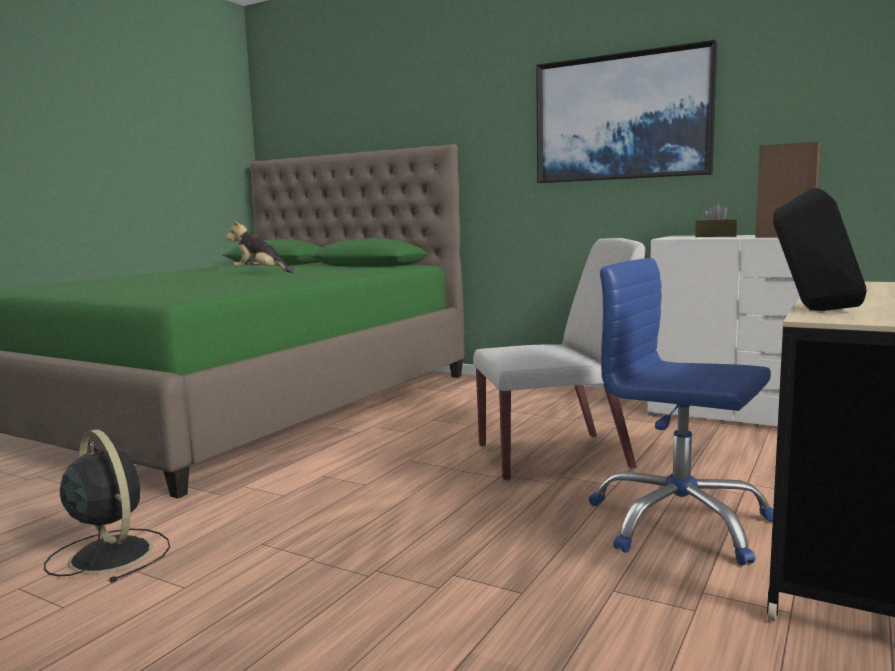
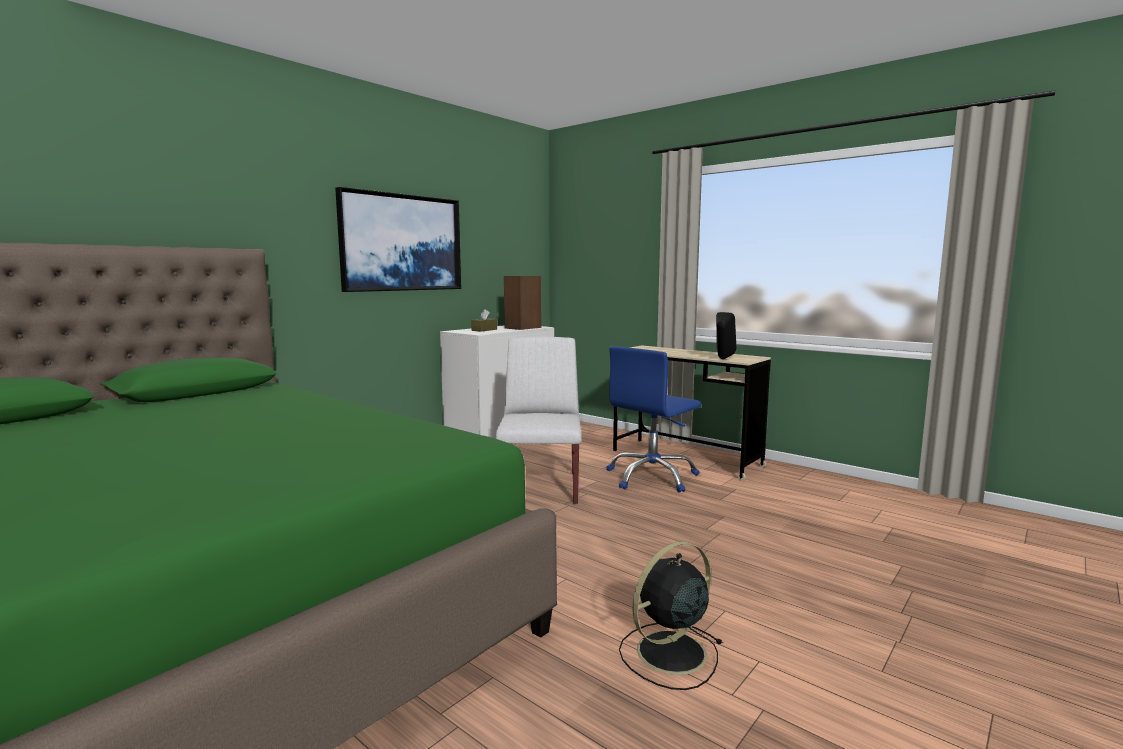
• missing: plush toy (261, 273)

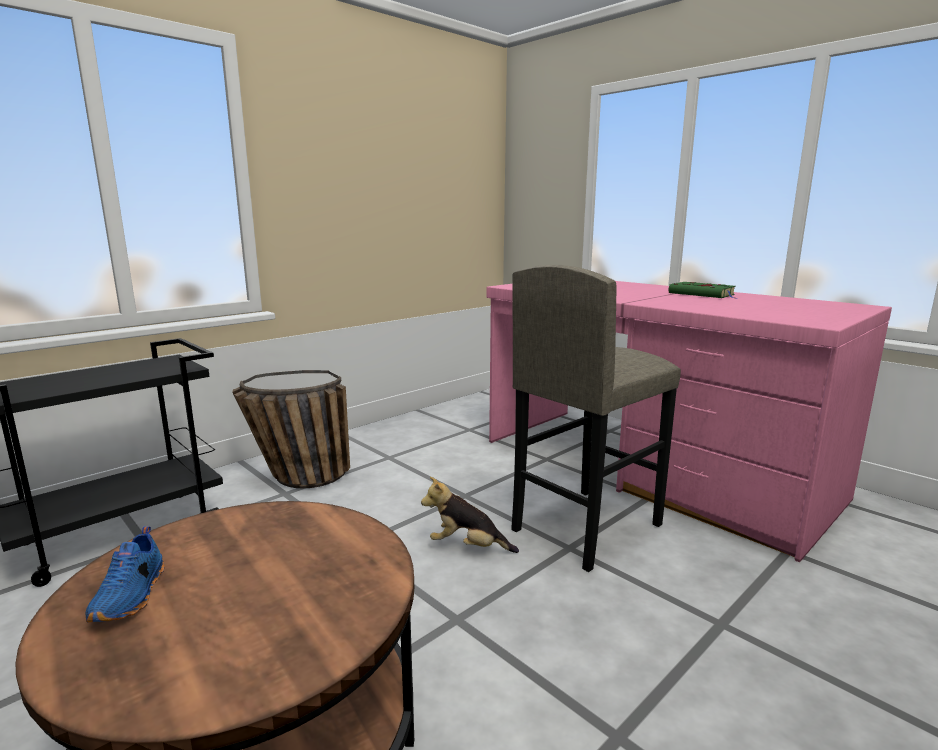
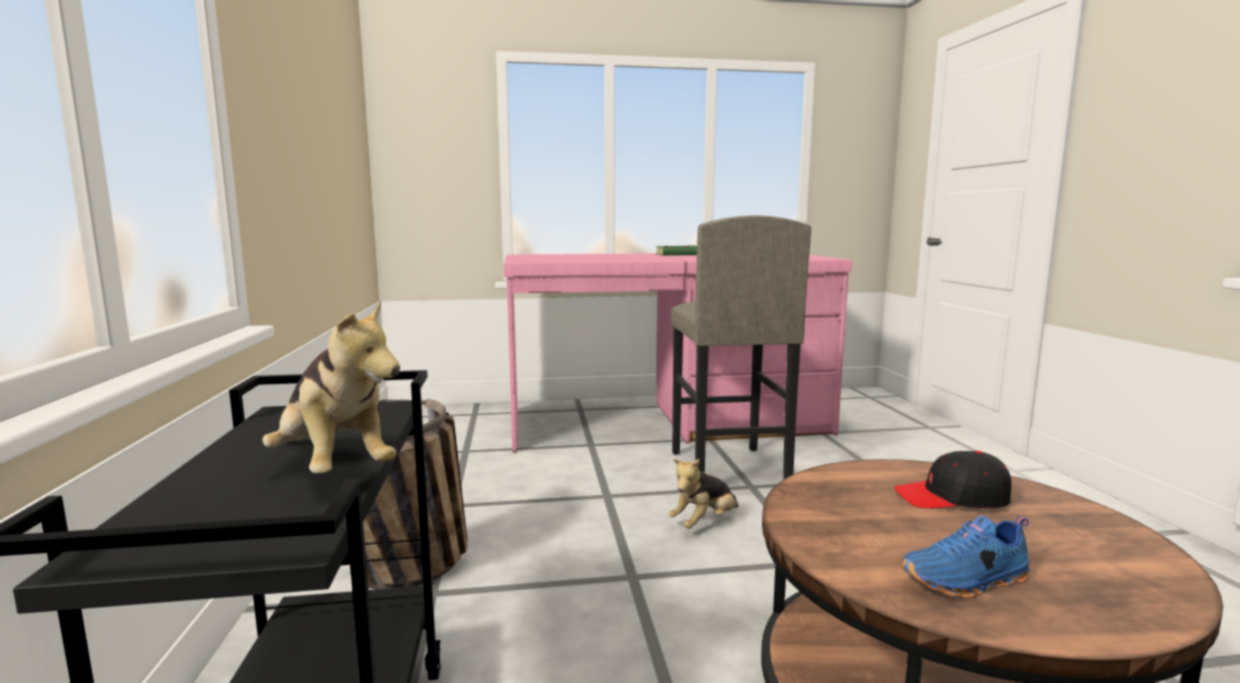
• appeared: plush toy (333, 468)
• appeared: cap (black) (952, 498)
• spun: shoe (blue) (132, 596) = (967, 581) 135 degrees clockwise

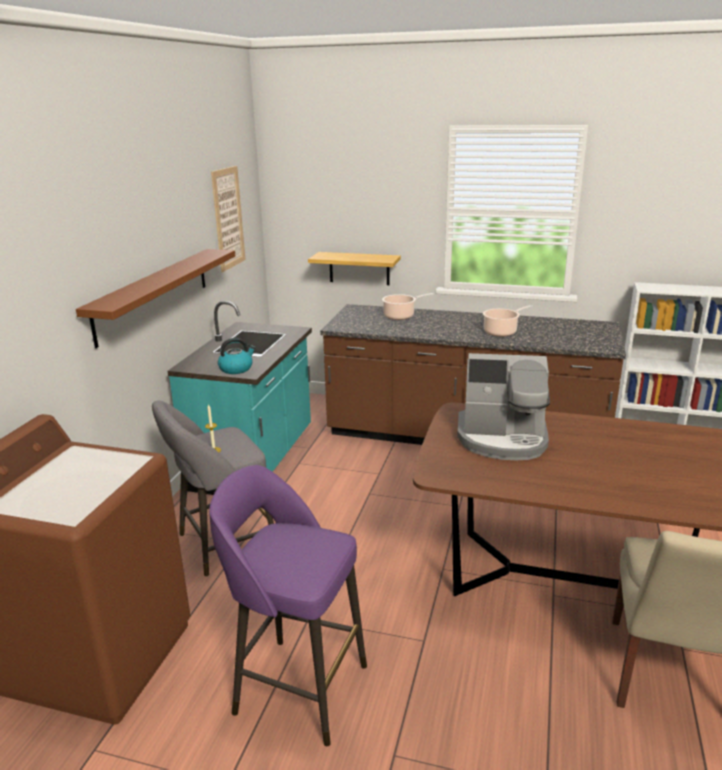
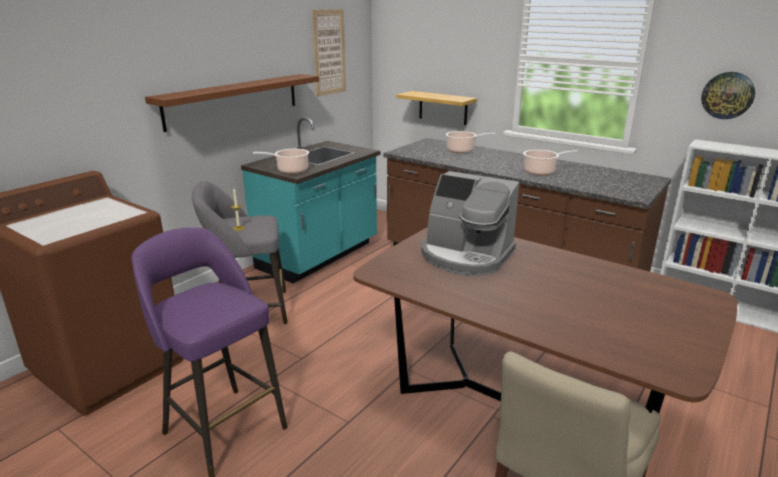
• exchanged: kettle (236, 368) to cooking pot (290, 170)
• appeared: wall clock (727, 95)

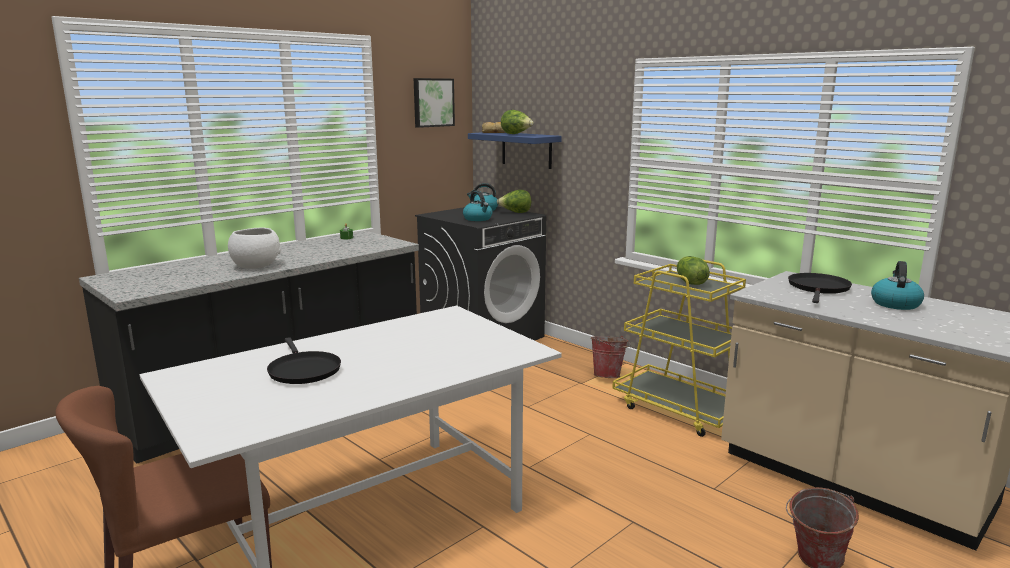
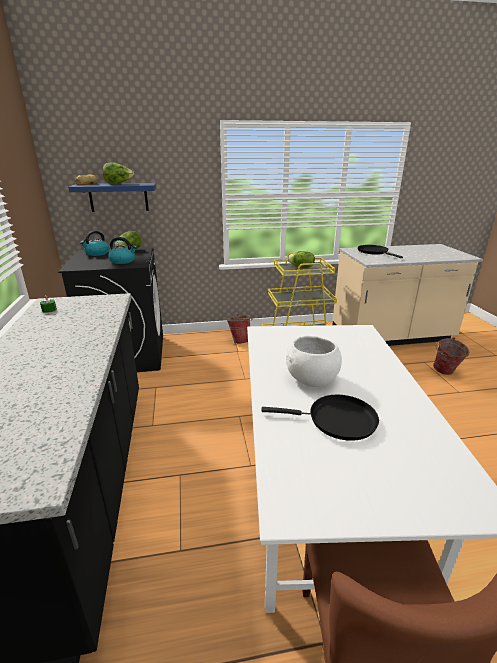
• relocated: bowl (white) (255, 266) to (310, 379)
• missing: picture (432, 102)
• missing: kettle (895, 304)

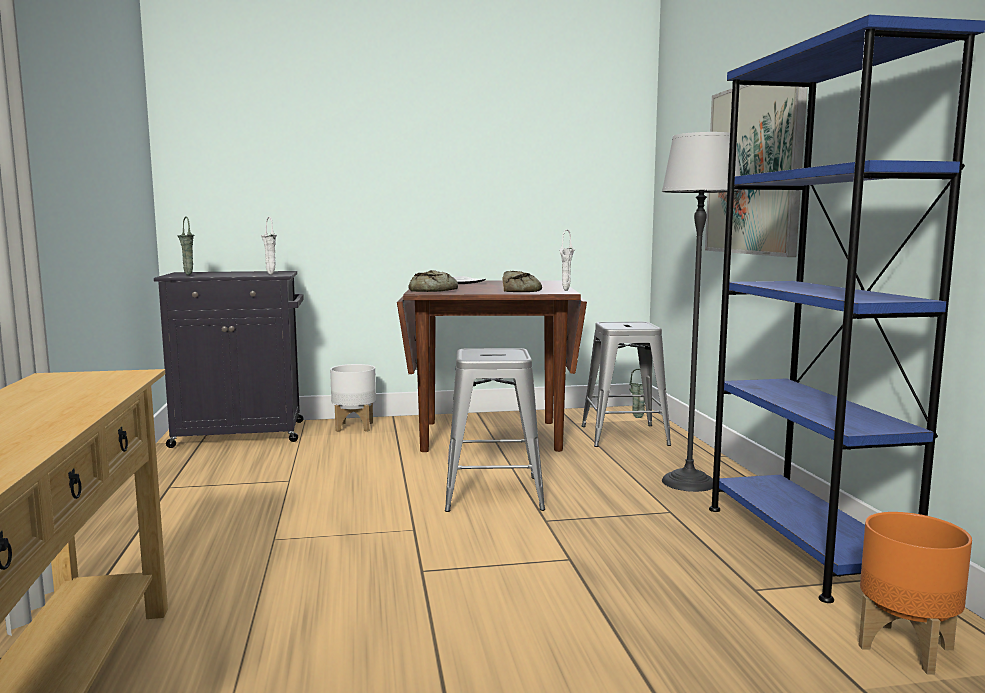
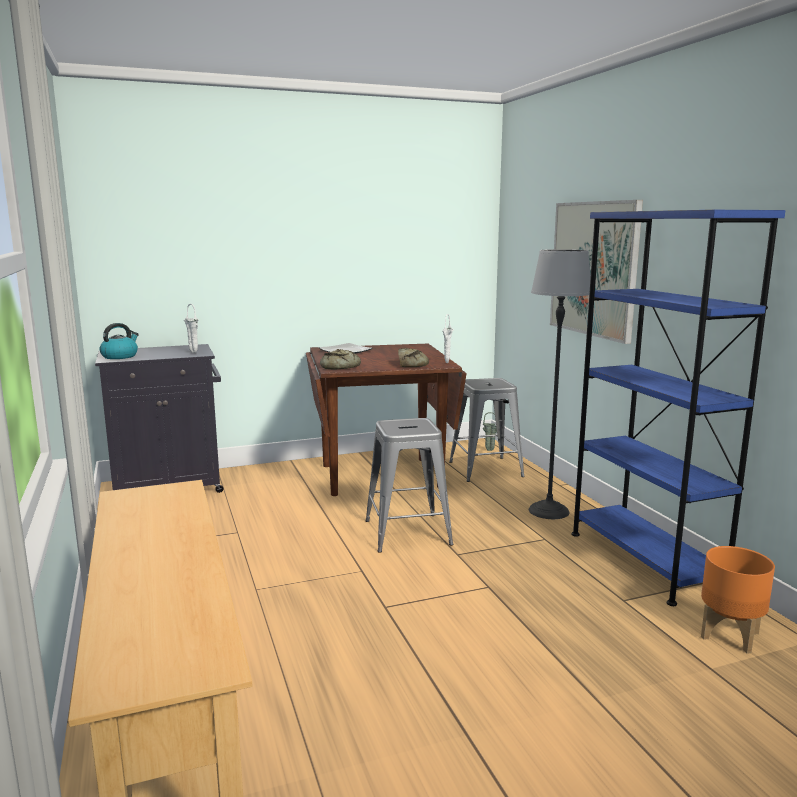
• exchanged: vase (green) (187, 275) to kettle (120, 356)
• missing: planter (white) (354, 427)

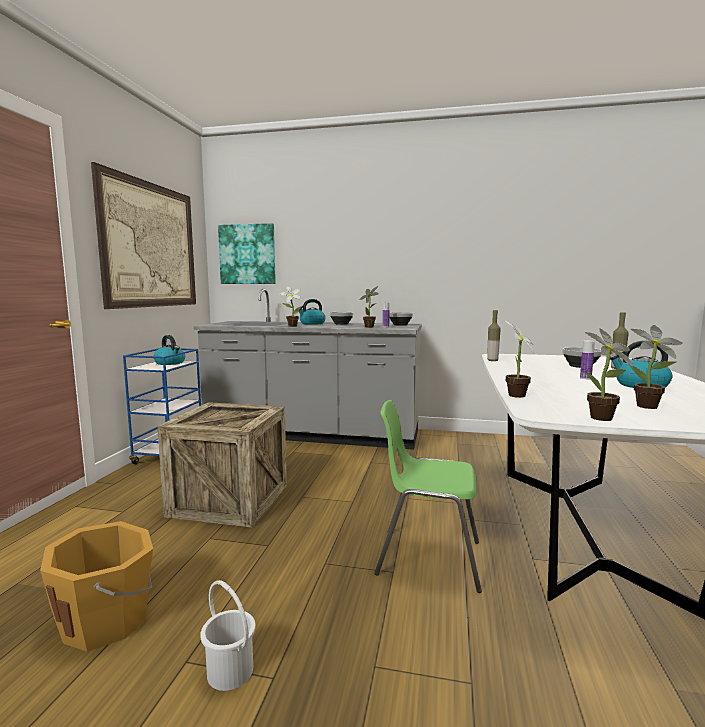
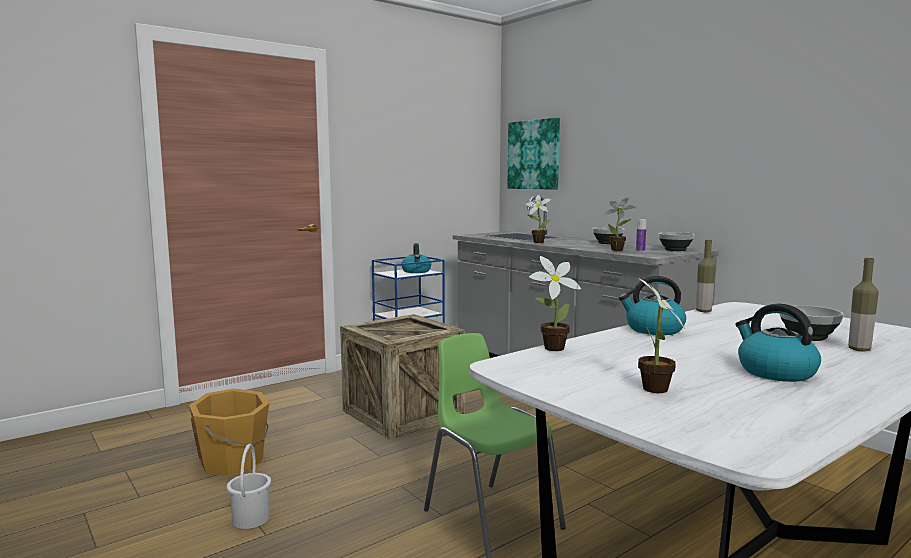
• relocated: kettle (312, 323) to (653, 329)
• missing: picture (151, 245)
• missing: bottle (585, 378)
• missing: potted plant (602, 419)

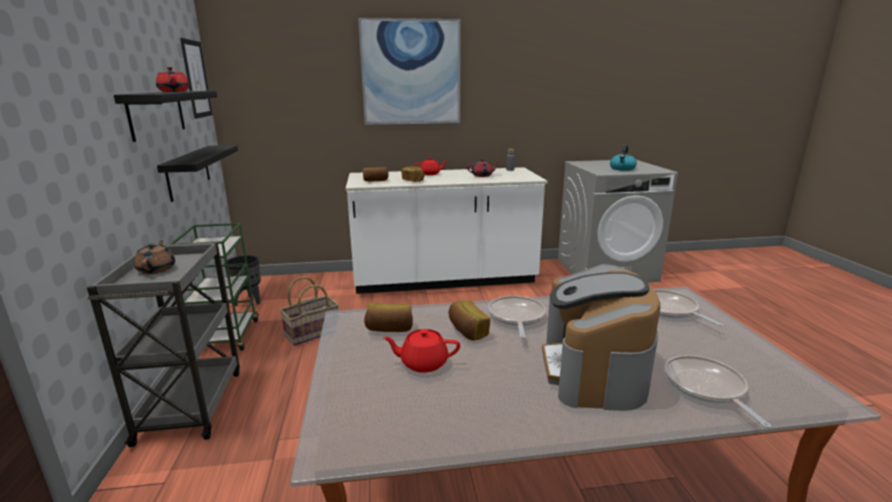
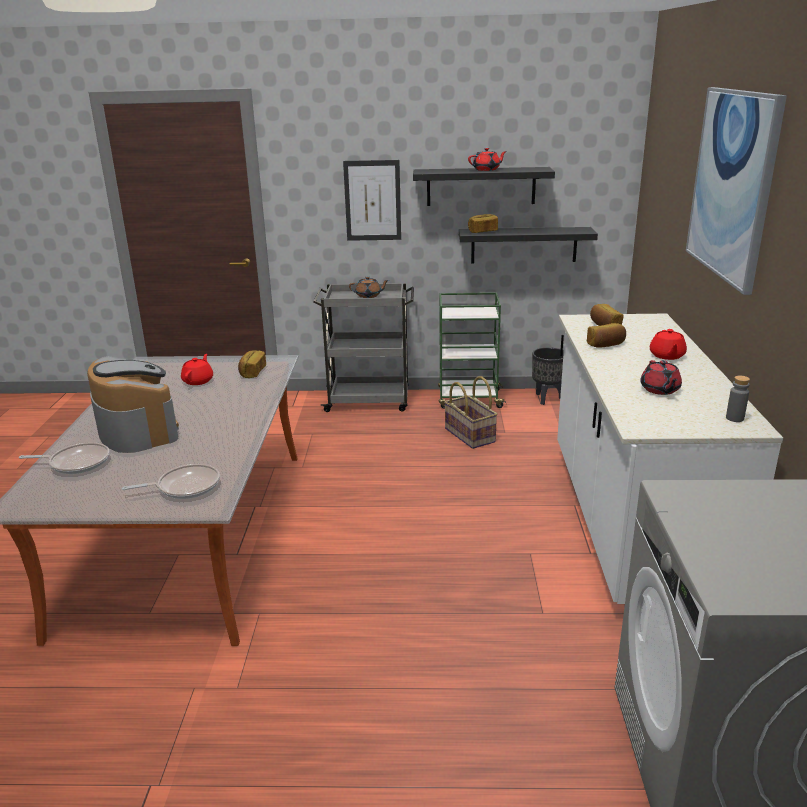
• spun: coffee machine (593, 369) = (137, 430) 45 degrees clockwise
• relocated: picture (196, 79) to (372, 200)
• relocated: bread (467, 331) to (483, 231)
• missing: frying pan (516, 317)
• missing: kettle (622, 169)

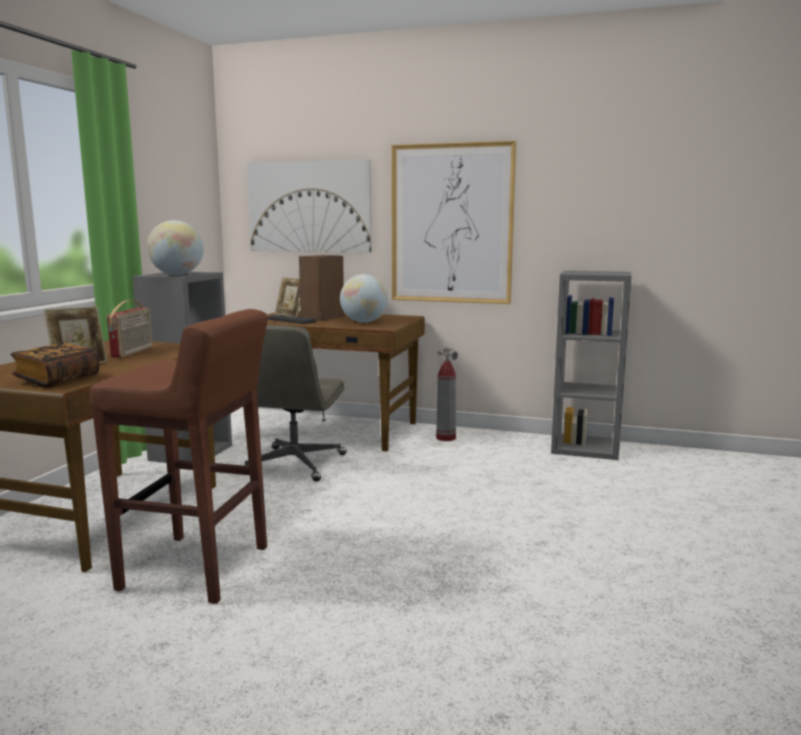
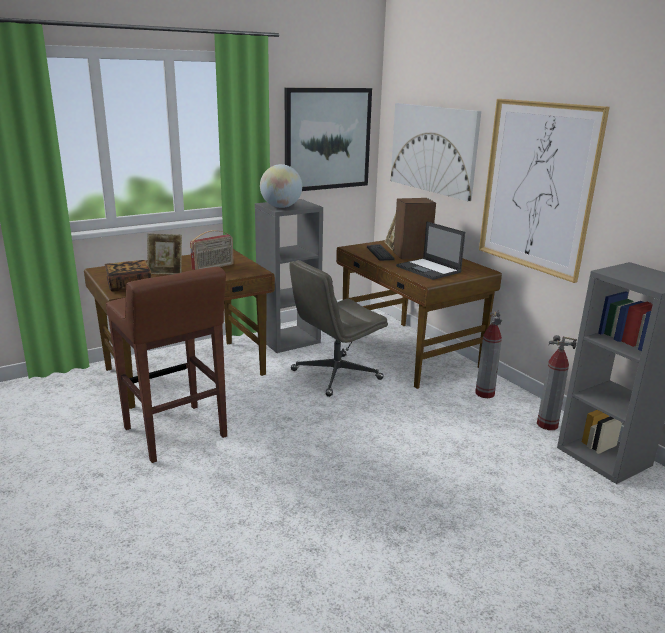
• appeared: picture (327, 139)
• exchanged: globe (364, 322) to laptop (429, 269)
• appeared: fire extinguisher (547, 424)

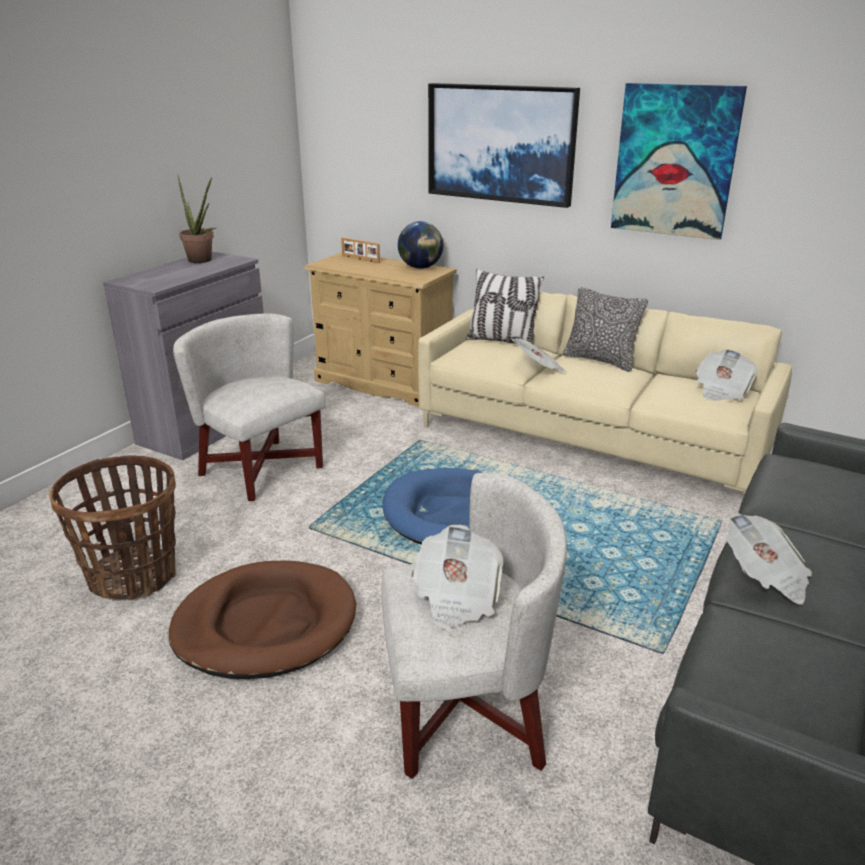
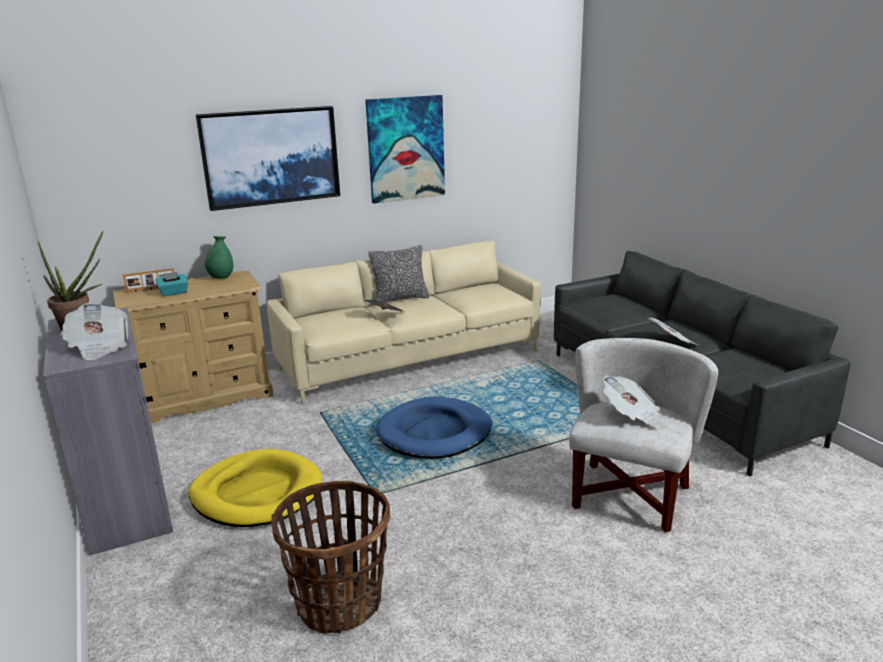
• relocated: newspaper (721, 391) to (99, 347)
• appeared: tissue box (turquoise) (174, 293)
• exchanged: armchair (white) (262, 469) to dog bed (yellow) (257, 493)
• exchanged: globe (420, 268) to vase (green) (221, 278)
• missing: dog bed (brown) (265, 624)
• missing: pillow (501, 341)

